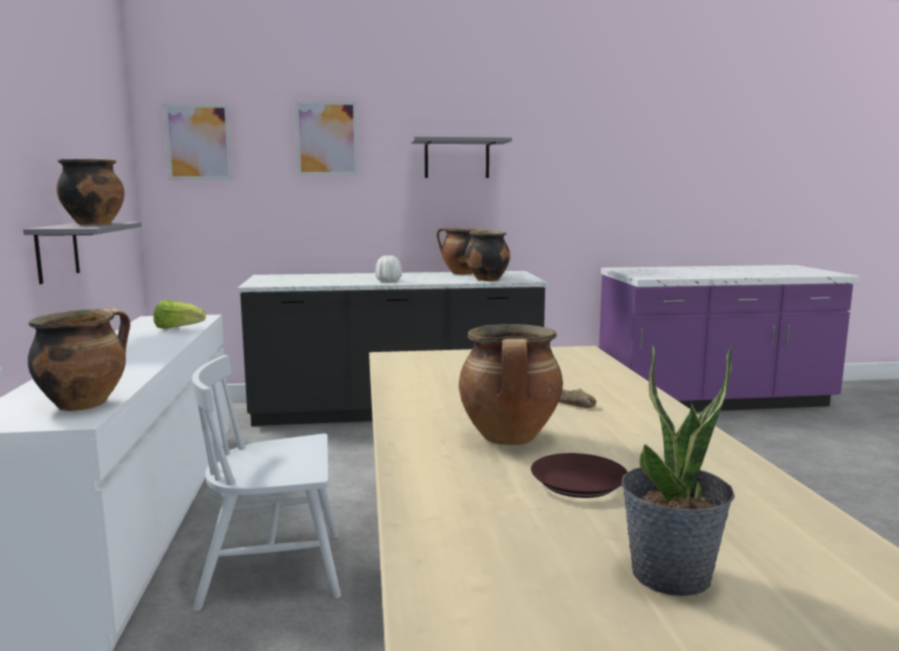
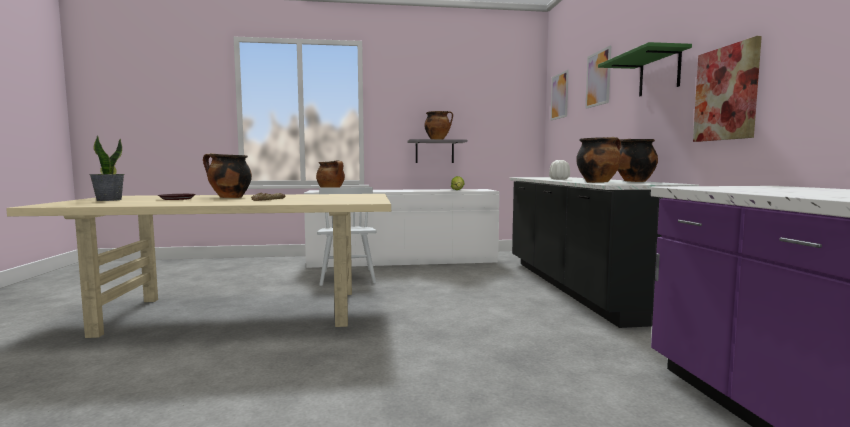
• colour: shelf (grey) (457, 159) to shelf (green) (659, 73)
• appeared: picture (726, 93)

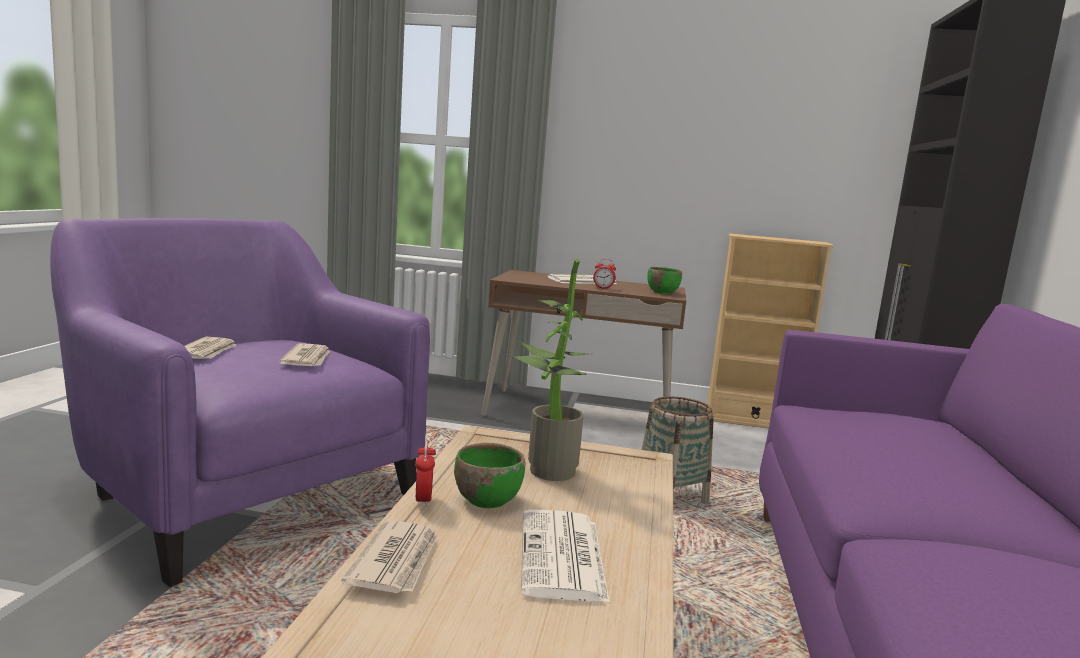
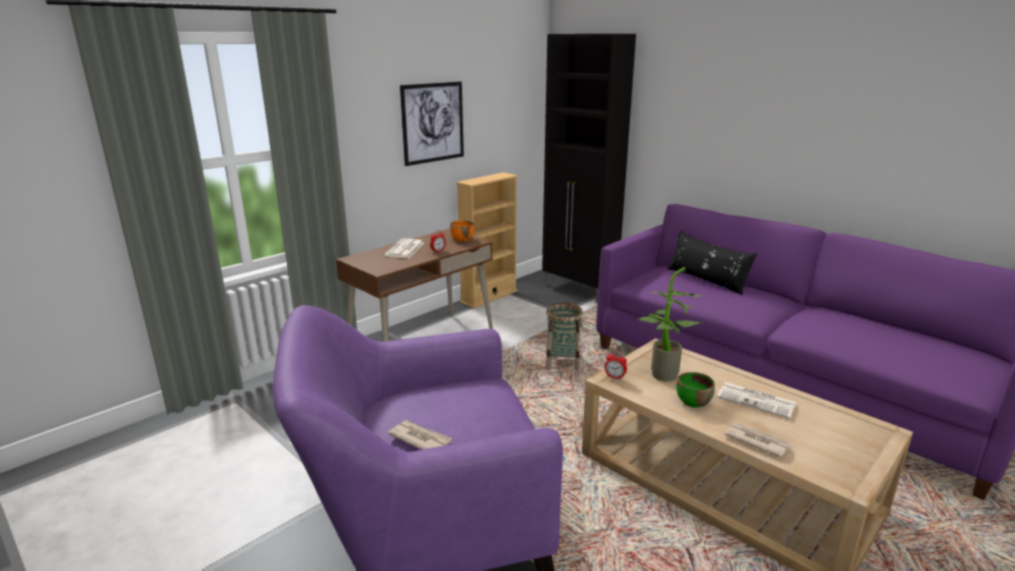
• appeared: picture (433, 122)
• colour: bowl (green) (662, 292) to bowl (orange) (462, 239)
• relocated: alarm clock (423, 500) to (615, 377)
• appeared: pillow (black) (706, 280)
• missing: newspaper (307, 359)

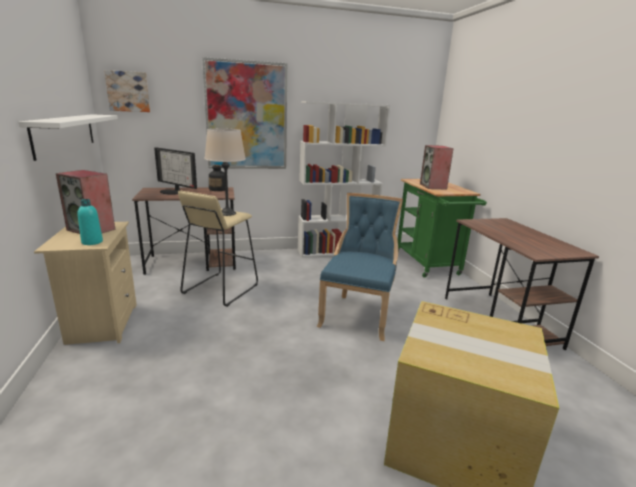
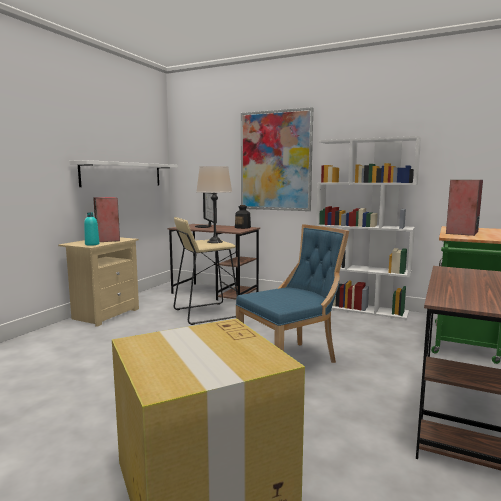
• missing: picture (128, 91)

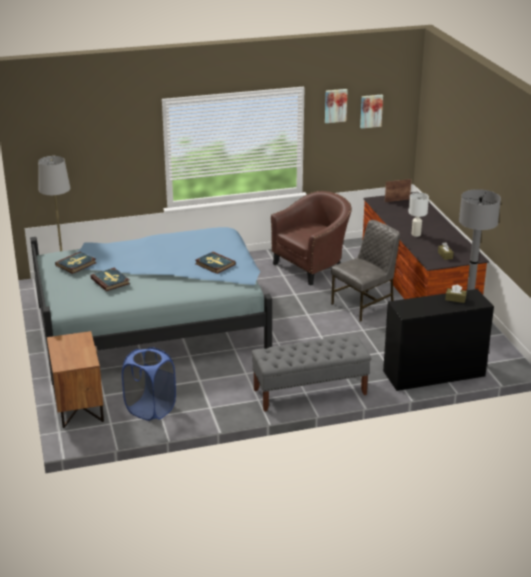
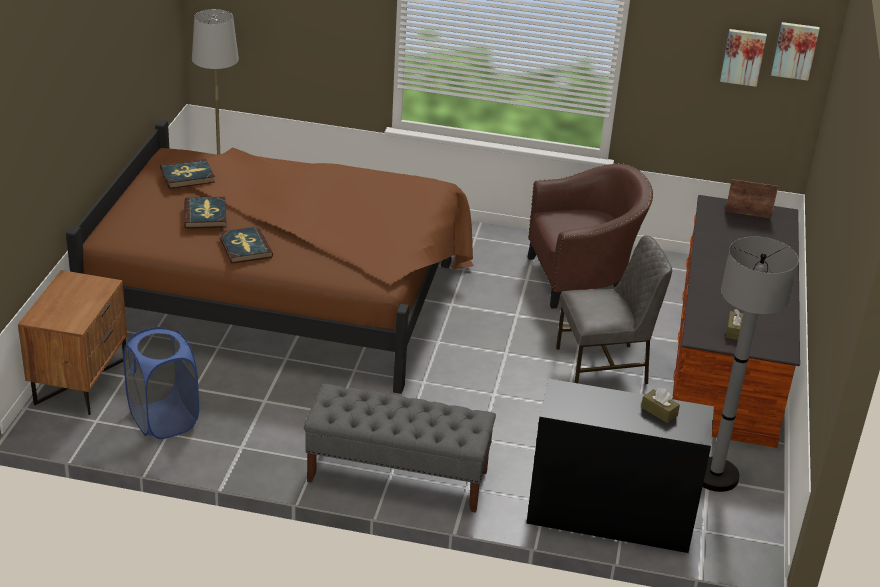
• colour: bed (blue) (155, 322) to bed (brown) (286, 293)
• relocated: book (215, 264) to (245, 247)
• relocated: picture (335, 105) to (795, 50)
• missing: table lamp (white) (415, 234)

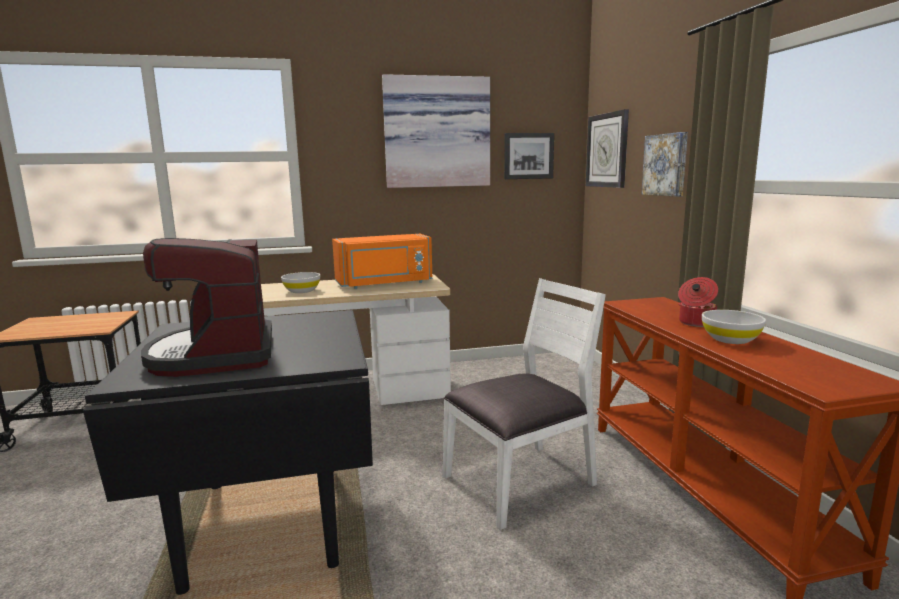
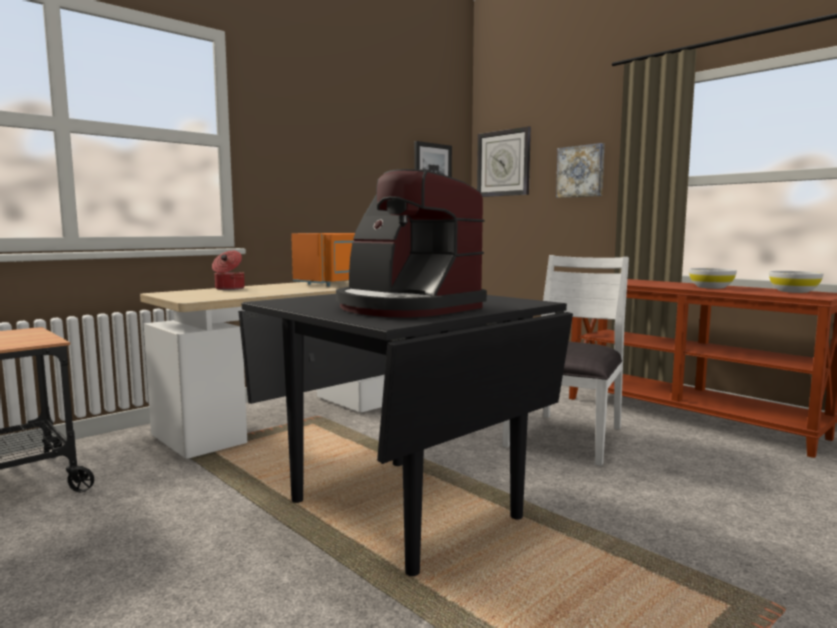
• relocated: cooking pot (695, 323) to (229, 289)
• relocated: bowl (white) (302, 291) to (794, 291)
• missing: picture (436, 133)

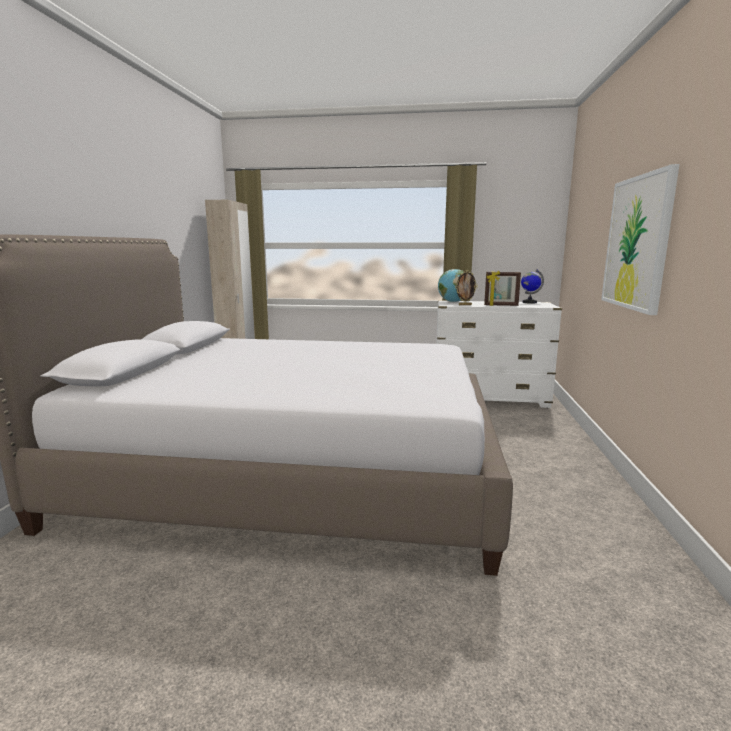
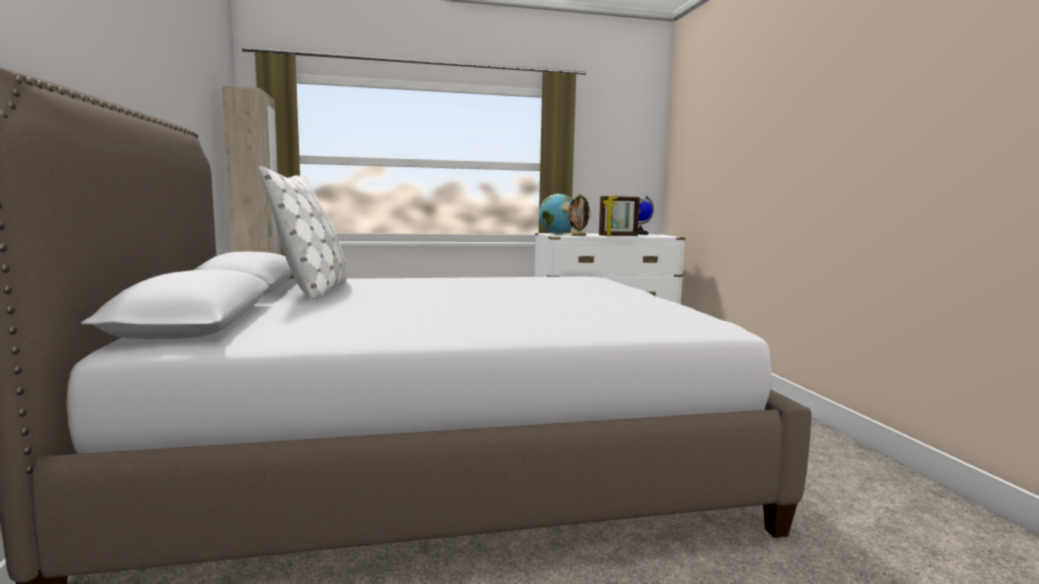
• appeared: pillow (white) (313, 290)
• missing: picture (637, 243)

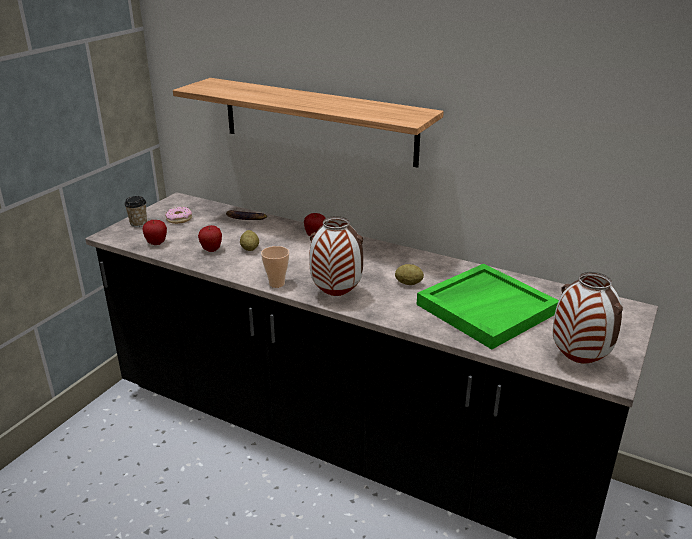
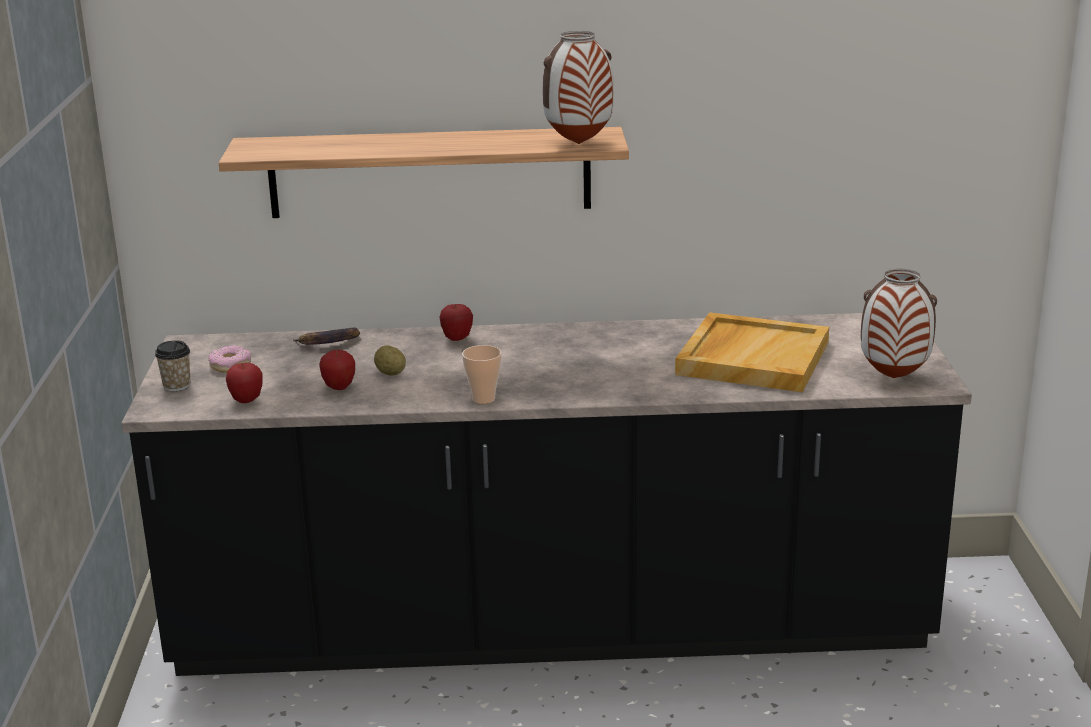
• relocated: vase (335, 295) to (578, 144)
• colour: tray (green) (486, 308) to tray (beige) (752, 357)
• missing: potato (408, 283)

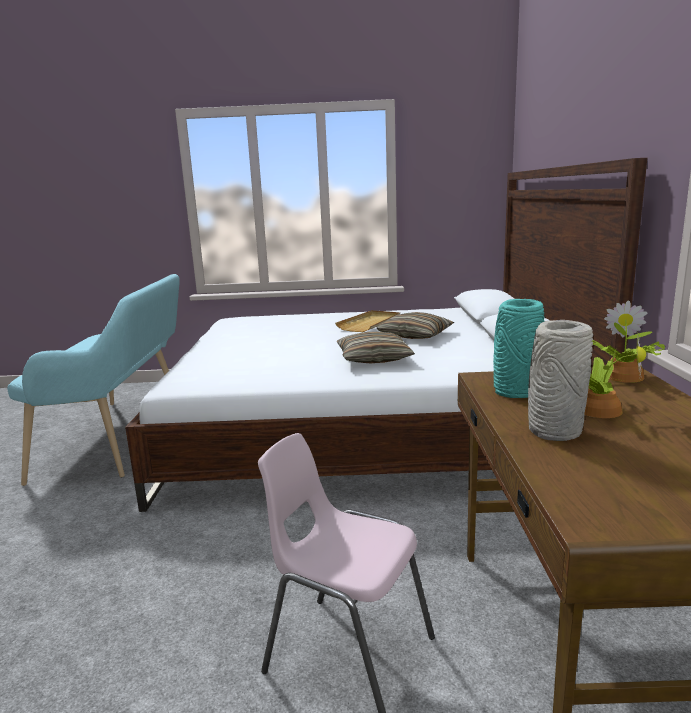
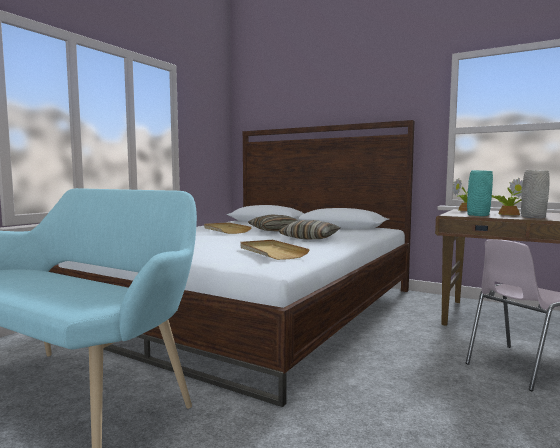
• appeared: tray (beige) (271, 252)

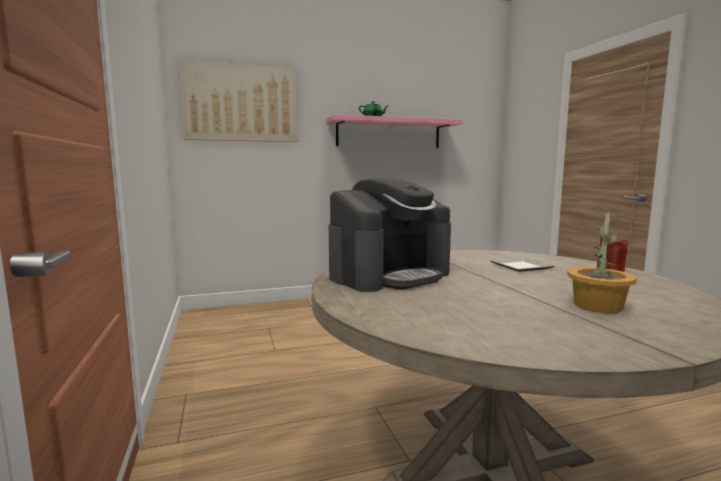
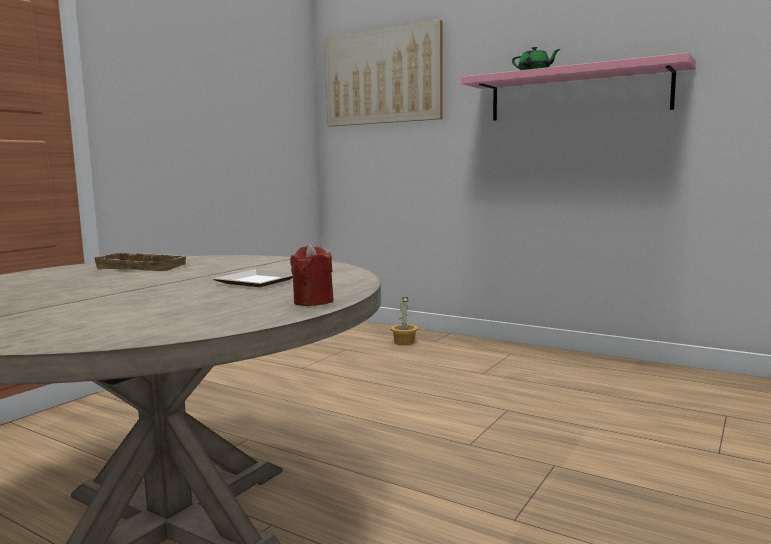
• exchanged: coffee machine (389, 275) to tray (beige) (145, 267)
• relocated: potted plant (597, 306) to (404, 342)

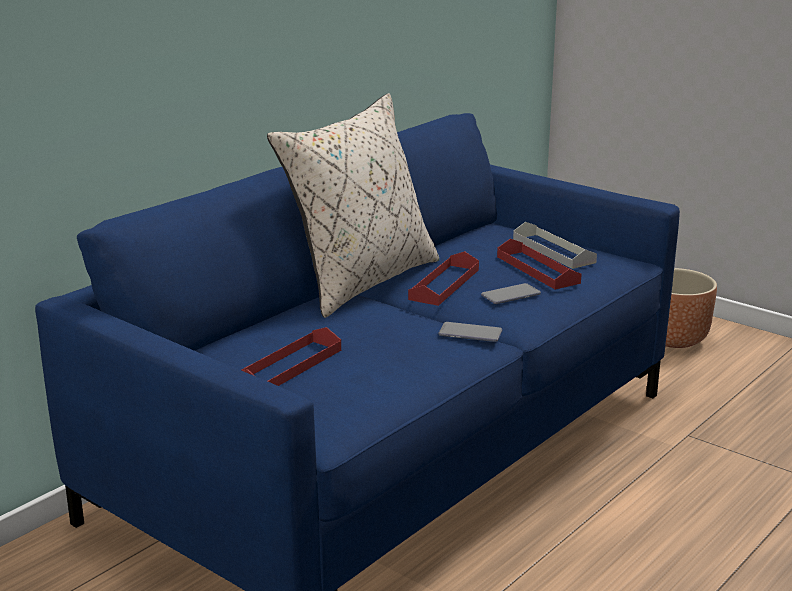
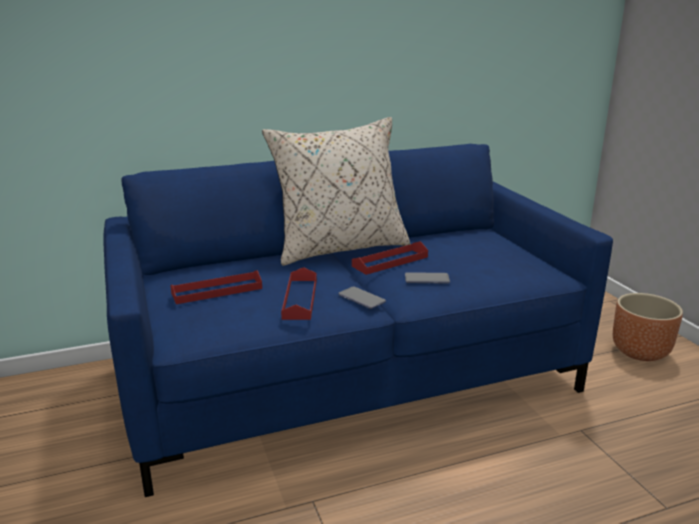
• relocated: tray (red) (537, 269) to (300, 299)
• missing: tray (grey) (553, 251)

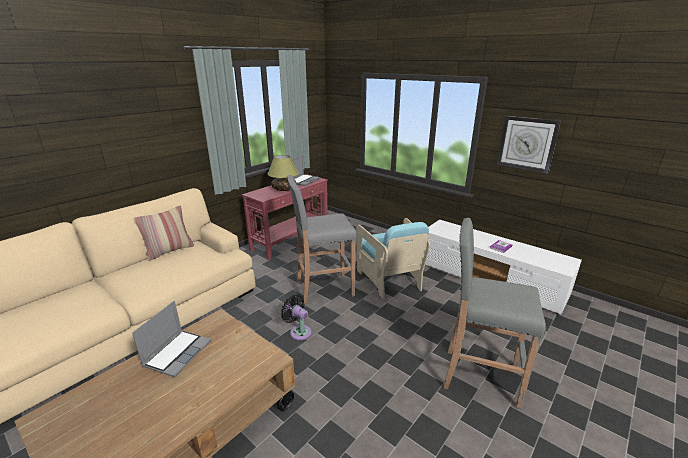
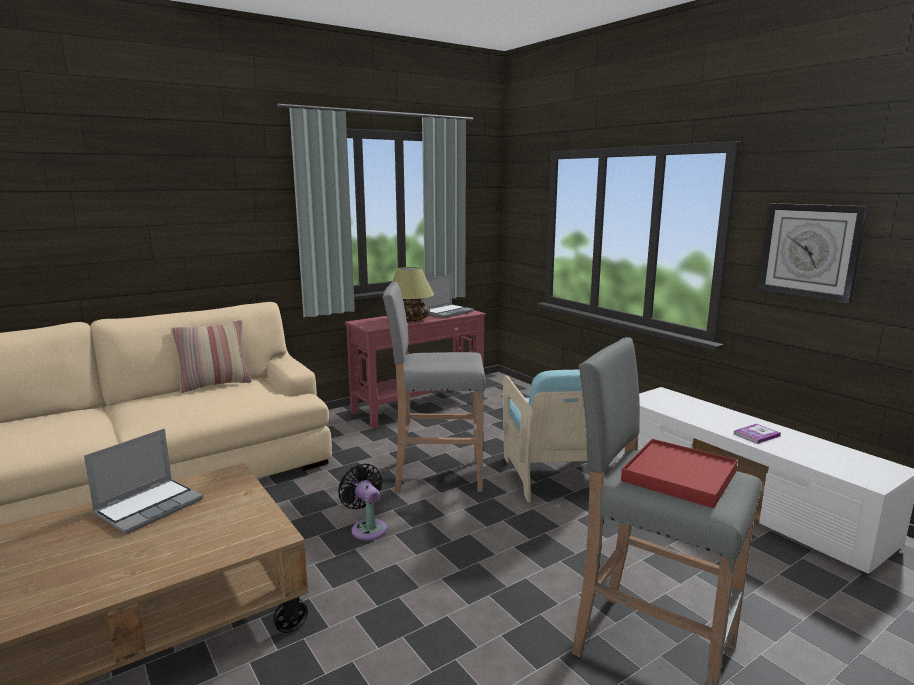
• appeared: tray (red) (678, 476)

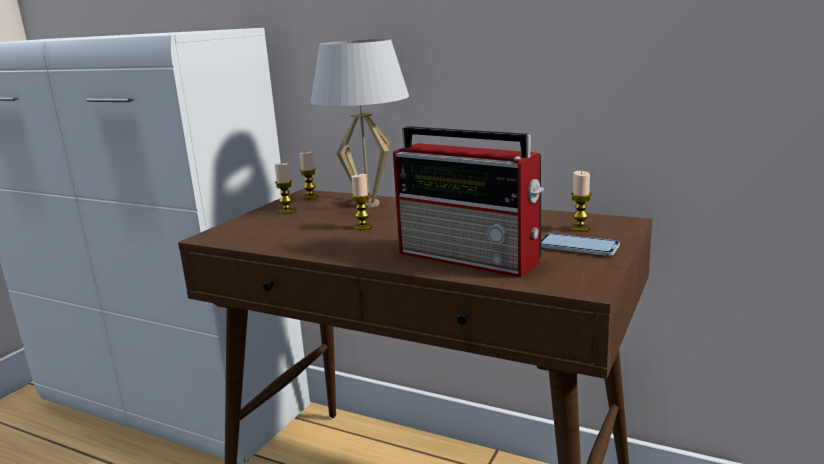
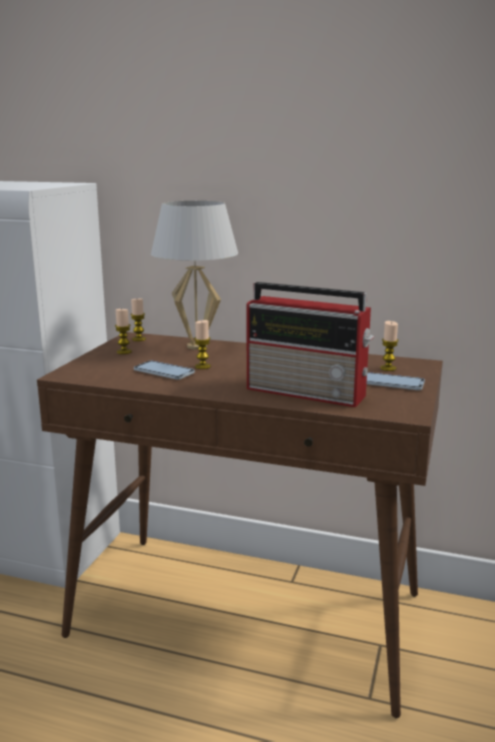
• appeared: phone (164, 372)

